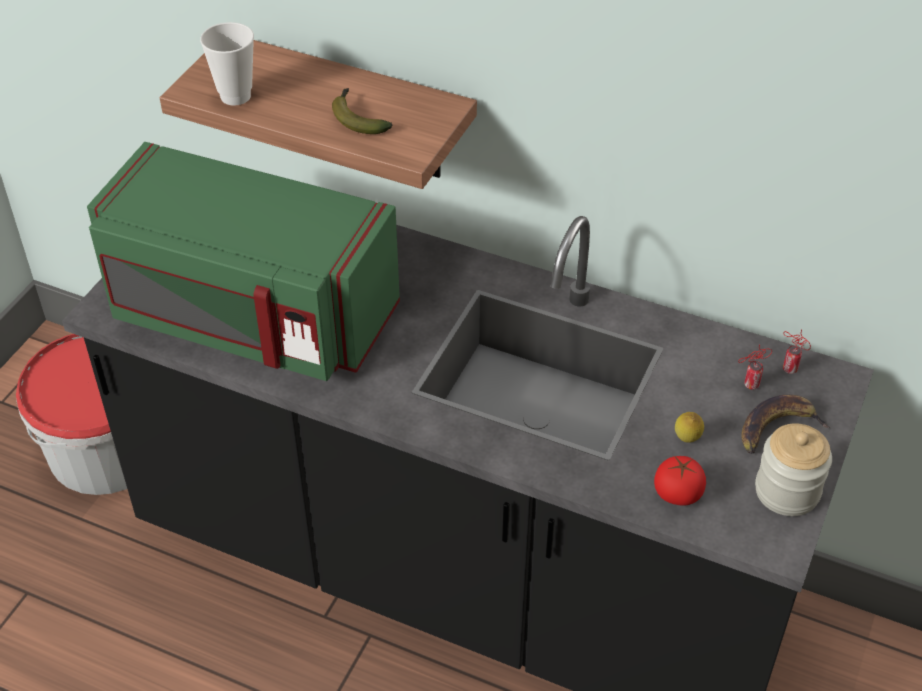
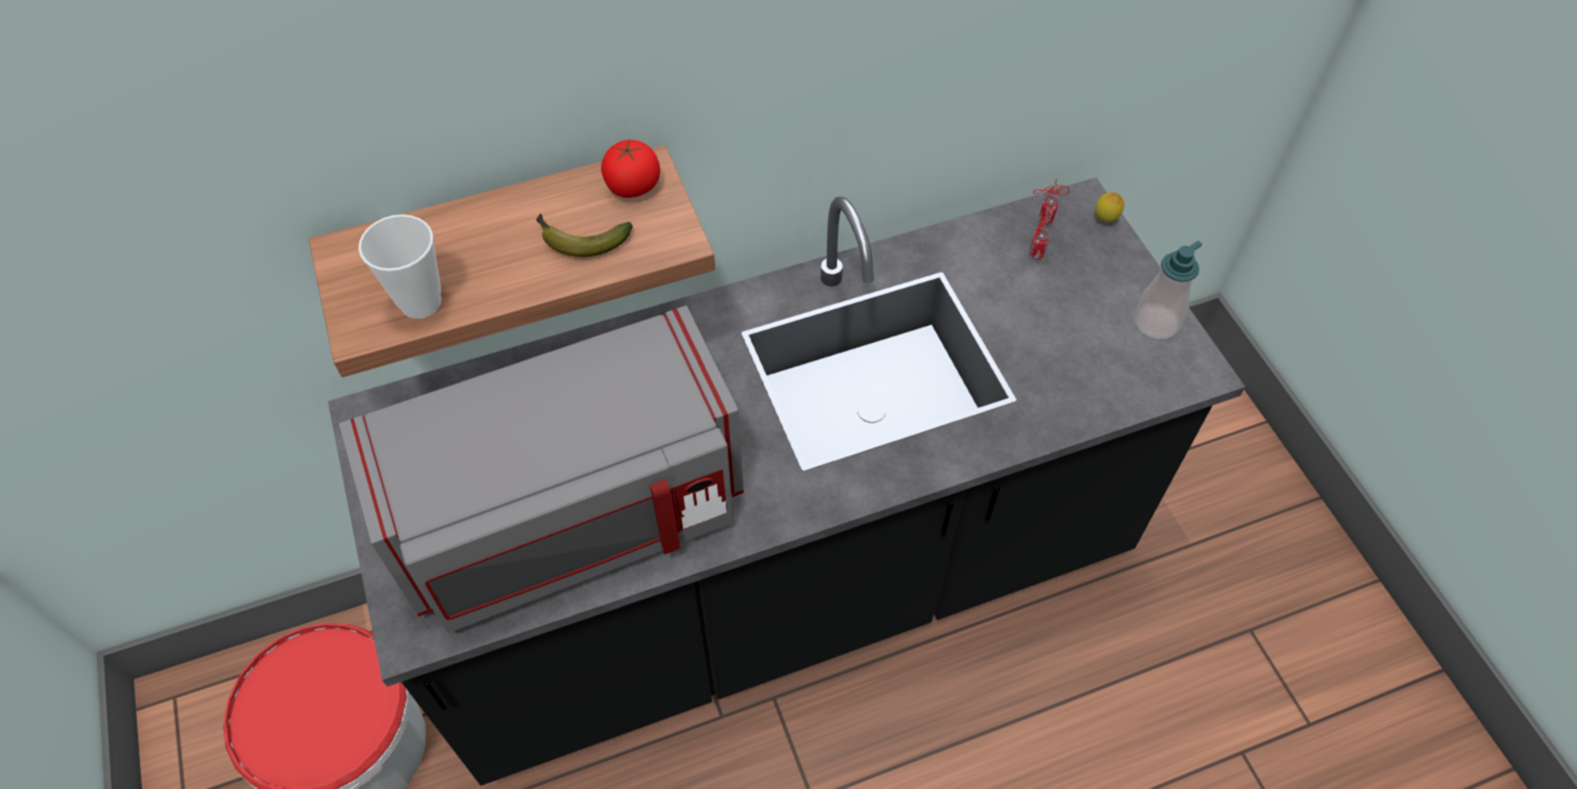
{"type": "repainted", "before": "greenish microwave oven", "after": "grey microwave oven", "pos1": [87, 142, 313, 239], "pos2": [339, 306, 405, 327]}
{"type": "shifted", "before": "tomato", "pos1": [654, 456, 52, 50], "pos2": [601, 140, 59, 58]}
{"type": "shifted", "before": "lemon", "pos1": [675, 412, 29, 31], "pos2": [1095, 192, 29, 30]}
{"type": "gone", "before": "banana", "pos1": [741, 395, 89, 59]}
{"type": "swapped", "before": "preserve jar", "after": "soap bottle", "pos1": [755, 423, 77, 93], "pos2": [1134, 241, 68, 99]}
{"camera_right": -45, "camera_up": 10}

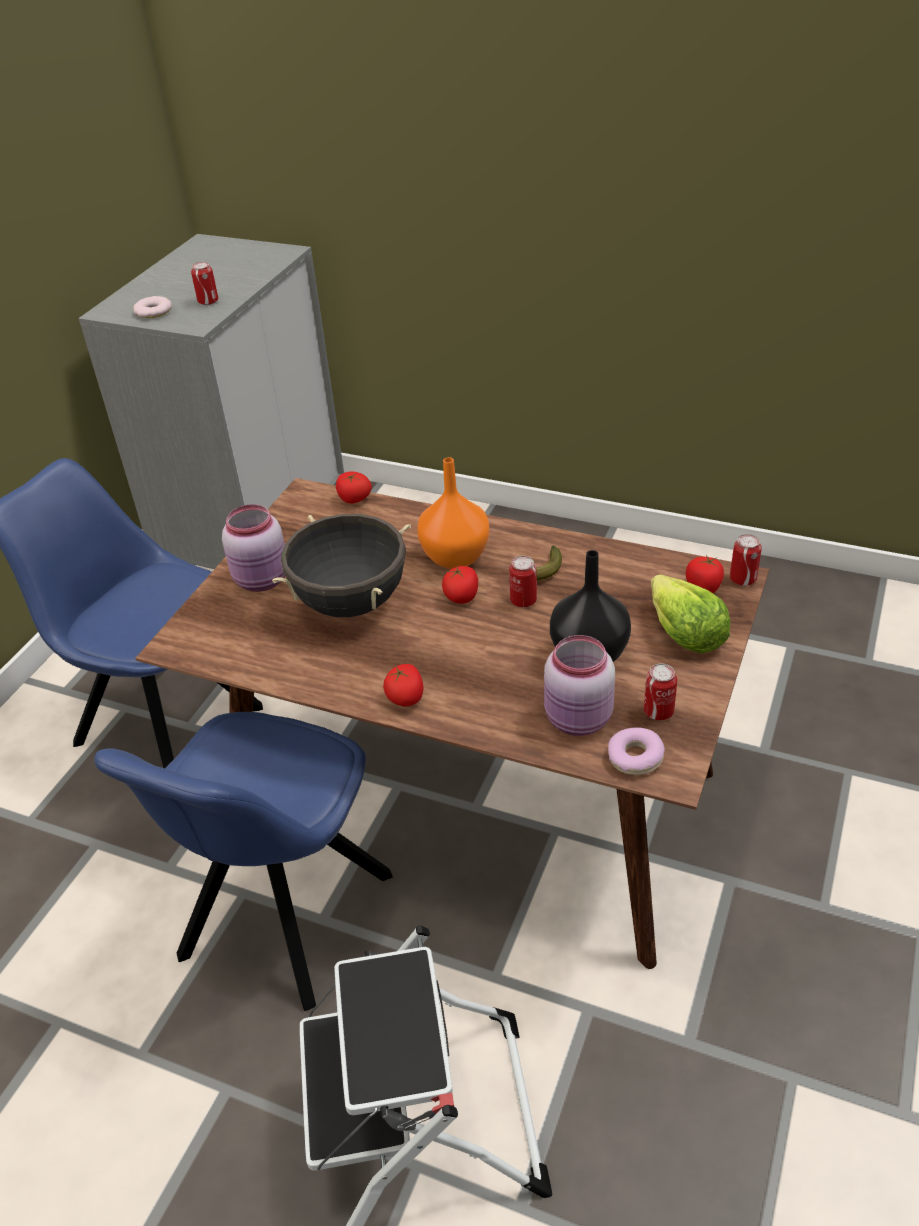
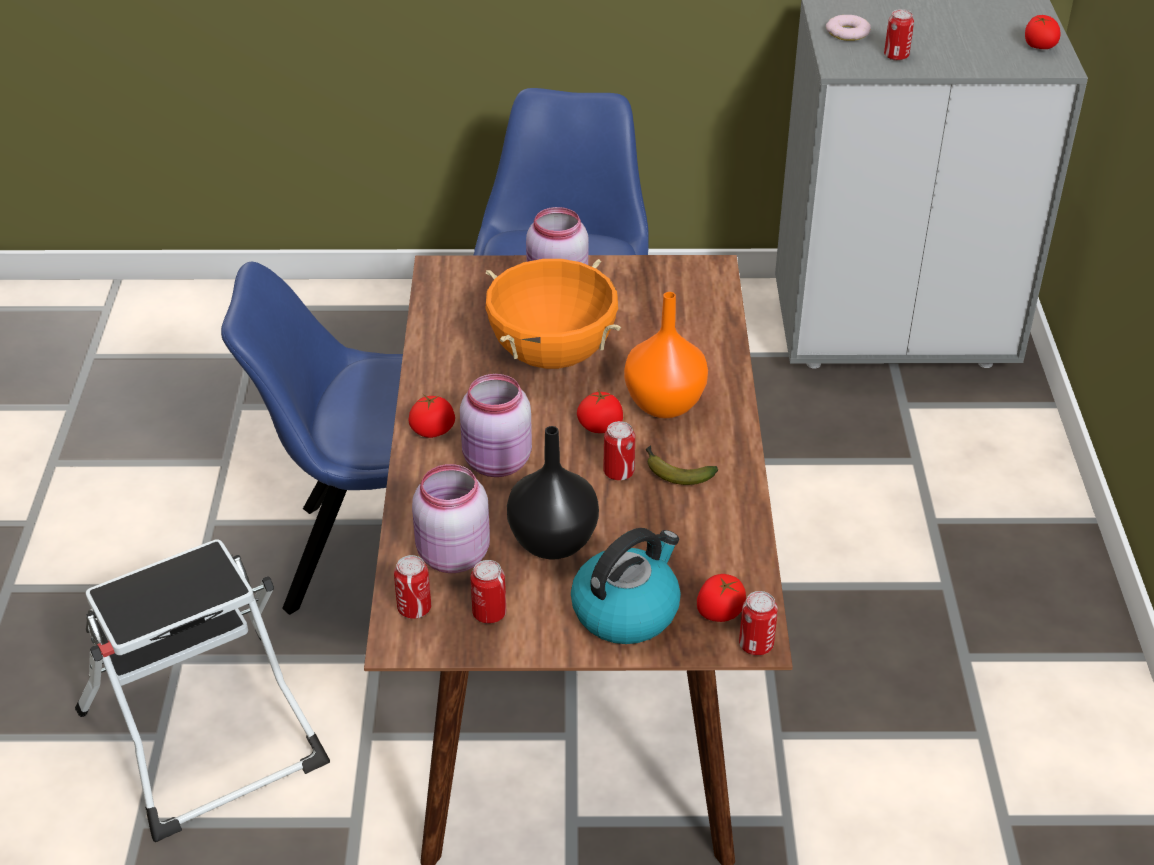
{"type": "repainted", "before": "black cooking pot", "after": "orange-coloured cooking pot", "pos1": [272, 514, 139, 103], "pos2": [485, 259, 136, 110]}
{"type": "shifted", "before": "tomato", "pos1": [336, 472, 36, 32], "pos2": [1025, 15, 35, 34]}
{"type": "swapped", "before": "doughnut", "after": "can", "pos1": [608, 727, 57, 48], "pos2": [394, 555, 37, 64]}
{"type": "swapped", "before": "lettuce head", "after": "water kettle", "pos1": [651, 574, 80, 79], "pos2": [571, 528, 110, 116]}
{"type": "new", "after": "pink preserve jar", "pos2": [460, 374, 72, 103]}
{"camera_right": 65, "camera_up": 0}

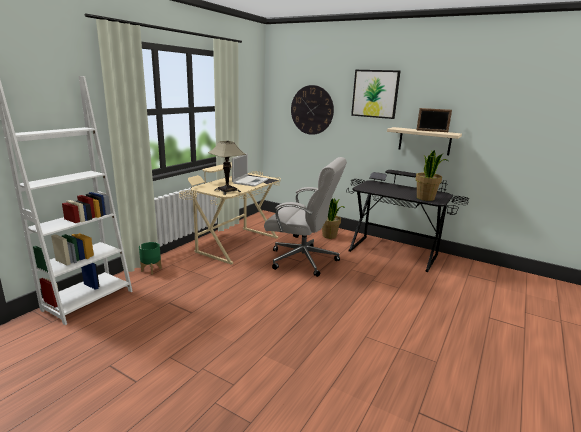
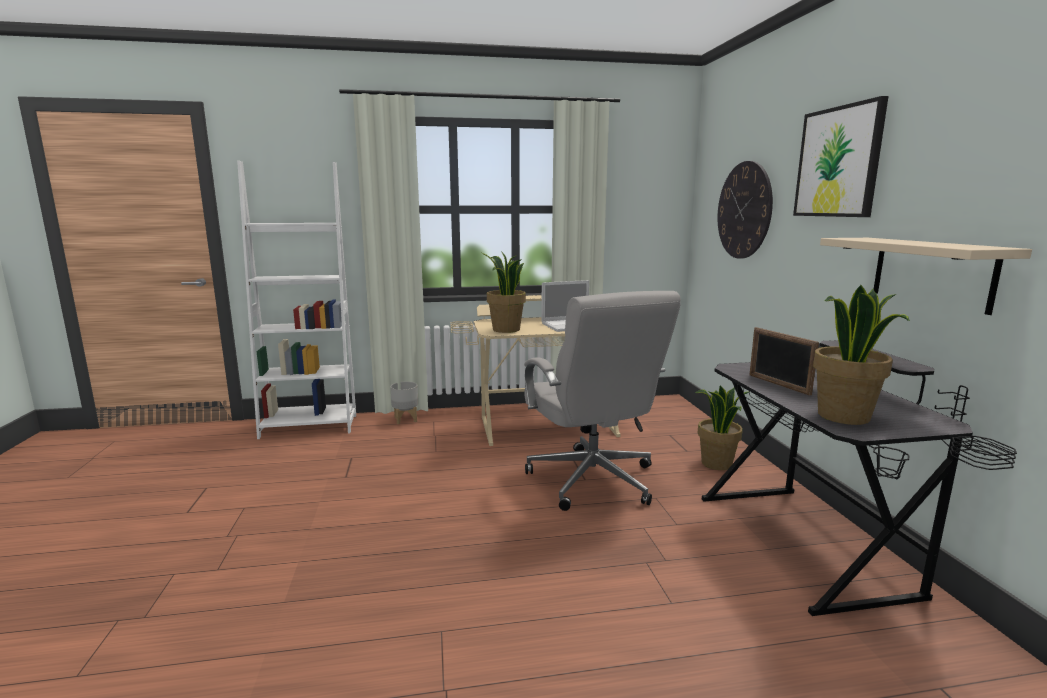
{"type": "repainted", "before": "greenish plant pot", "after": "grey plant pot", "pos1": [139, 242, 23, 32], "pos2": [390, 382, 28, 42]}
{"type": "swapped", "before": "lamp for a table", "after": "potted plant", "pos1": [208, 141, 38, 54], "pos2": [482, 251, 44, 82]}
{"type": "shifted", "before": "picture frame", "pos1": [416, 108, 36, 24], "pos2": [749, 327, 70, 69]}
{"camera_right": 50, "camera_up": -5}

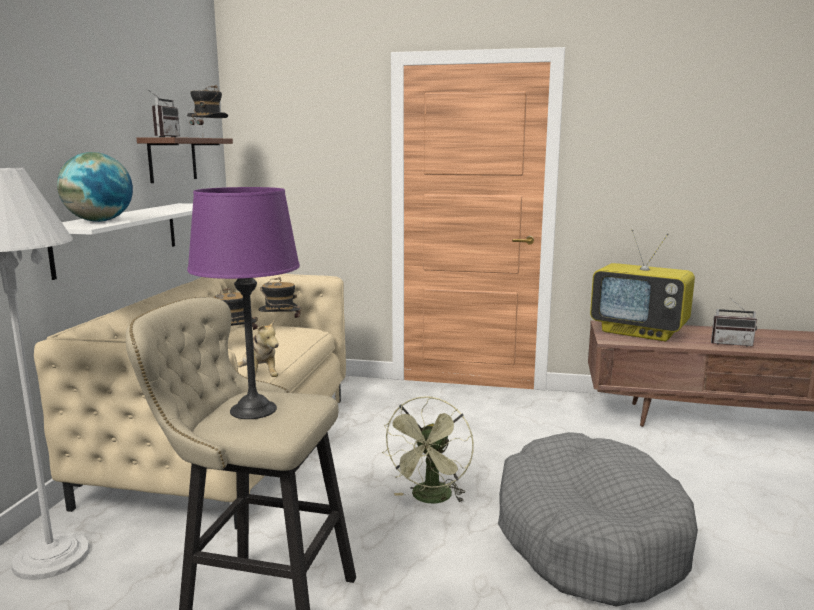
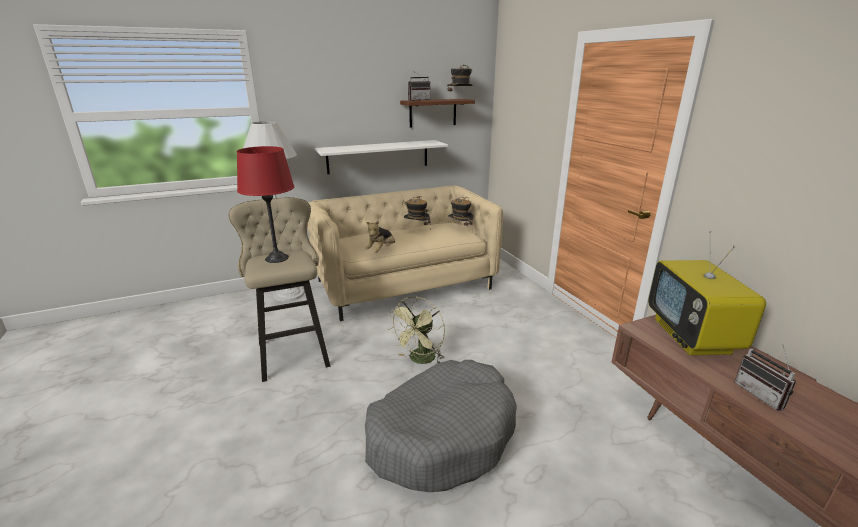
{"type": "gone", "before": "world globe", "pos1": [57, 152, 76, 70]}
{"type": "repainted", "before": "purple lamp for a table", "after": "red lamp for a table", "pos1": [187, 187, 113, 232], "pos2": [237, 146, 57, 117]}
{"type": "rotated", "before": "greenish electric fan", "pos1": [382, 397, 92, 107], "pos2": [388, 296, 57, 68], "turn": -45}
{"camera_right": 55, "camera_up": 10}

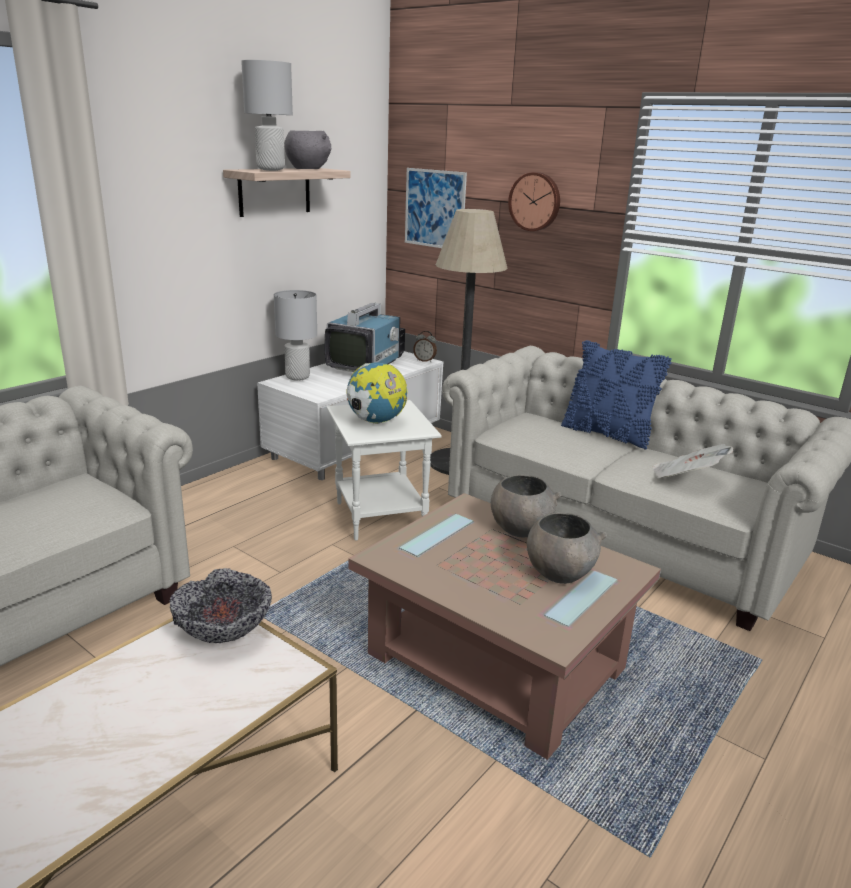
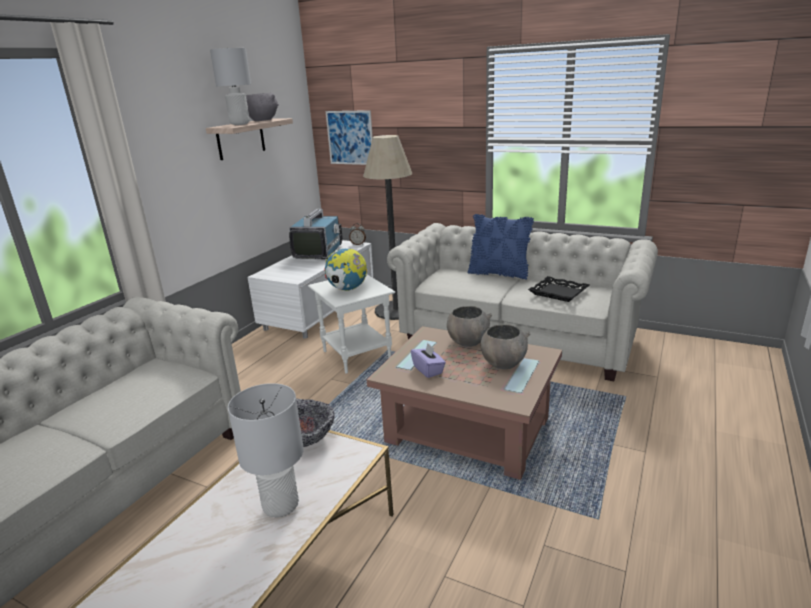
{"type": "shifted", "before": "grey lamp for a table", "pos1": [274, 290, 43, 91], "pos2": [228, 383, 76, 135]}
{"type": "gone", "before": "wall clock", "pos1": [508, 172, 52, 59]}
{"type": "swapped", "before": "daily paper", "after": "black serving tray", "pos1": [653, 444, 80, 34], "pos2": [528, 276, 62, 26]}
{"type": "new", "after": "purple tissue holder", "pos2": [411, 343, 35, 35]}
{"camera_right": -10, "camera_up": 0}

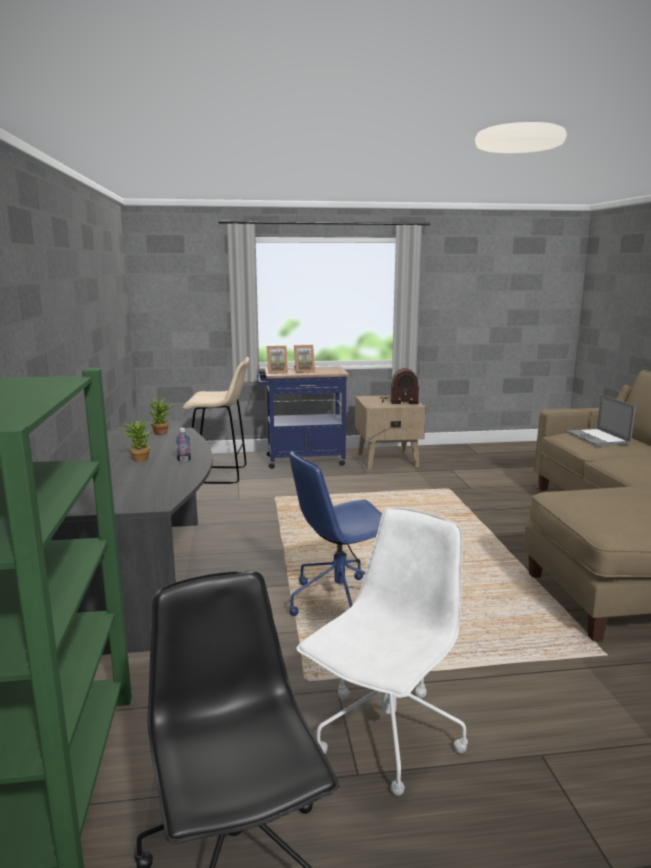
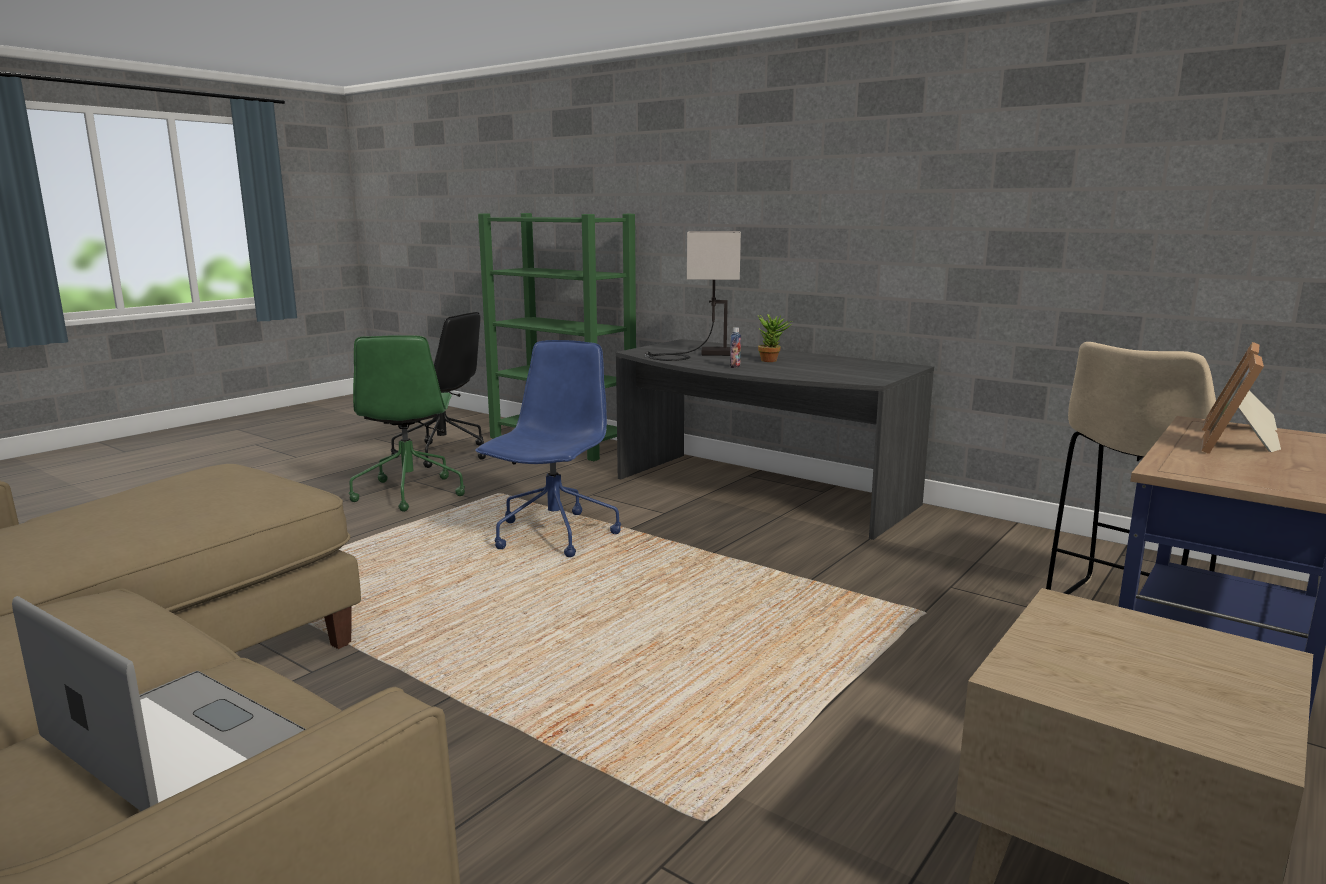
{"type": "gone", "before": "potted plant", "pos1": [146, 398, 29, 37]}
{"type": "repainted", "before": "white-coloured computer chair", "after": "greenish computer chair", "pos1": [296, 507, 172, 289], "pos2": [349, 335, 116, 177]}
{"type": "gone", "before": "radio receiver", "pos1": [380, 368, 39, 36]}
{"type": "new", "after": "lamp for a table", "pos2": [644, 231, 97, 130]}
{"camera_right": 135, "camera_up": 0}

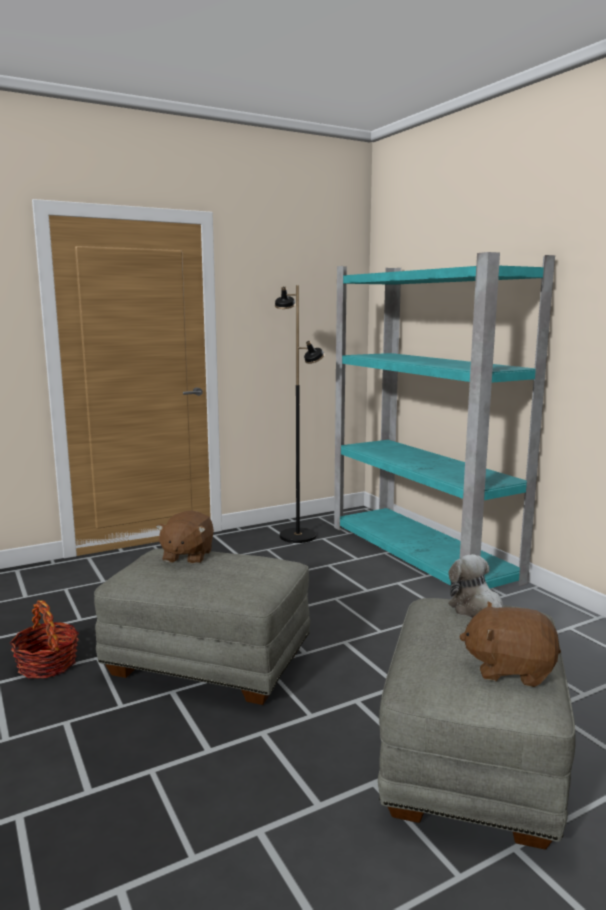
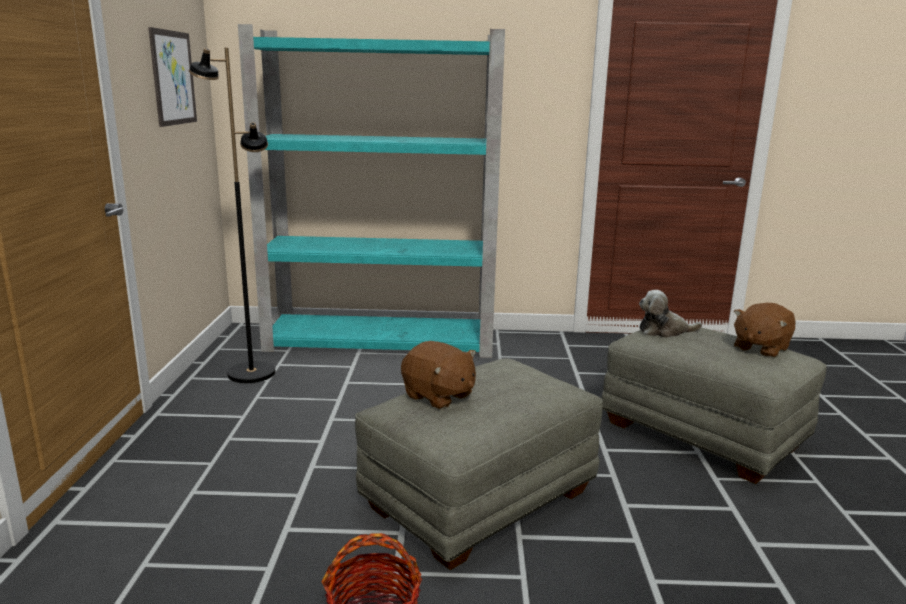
{"type": "new", "after": "wall picture", "pos2": [148, 27, 49, 100]}
{"camera_right": -60, "camera_up": 5}

